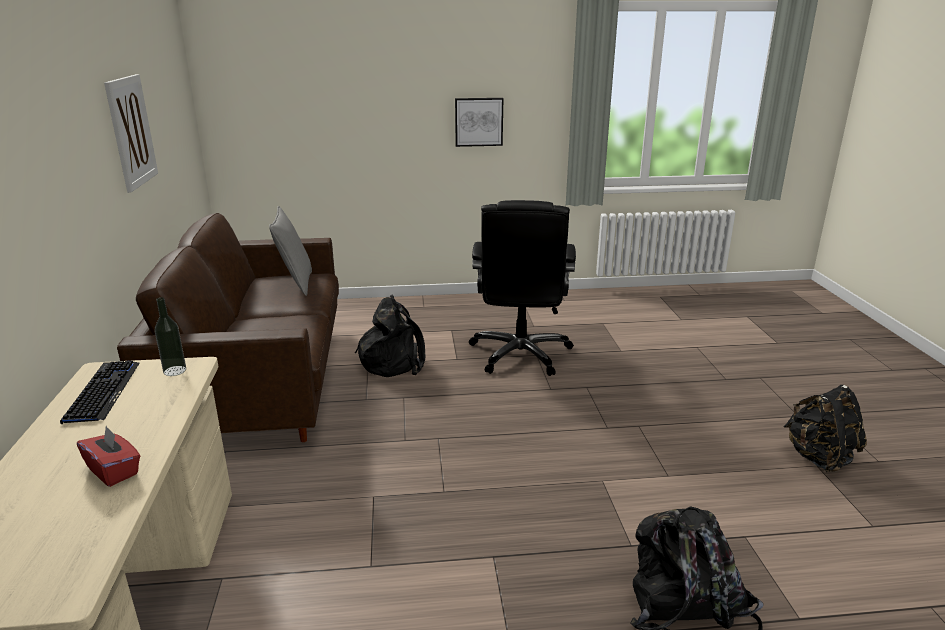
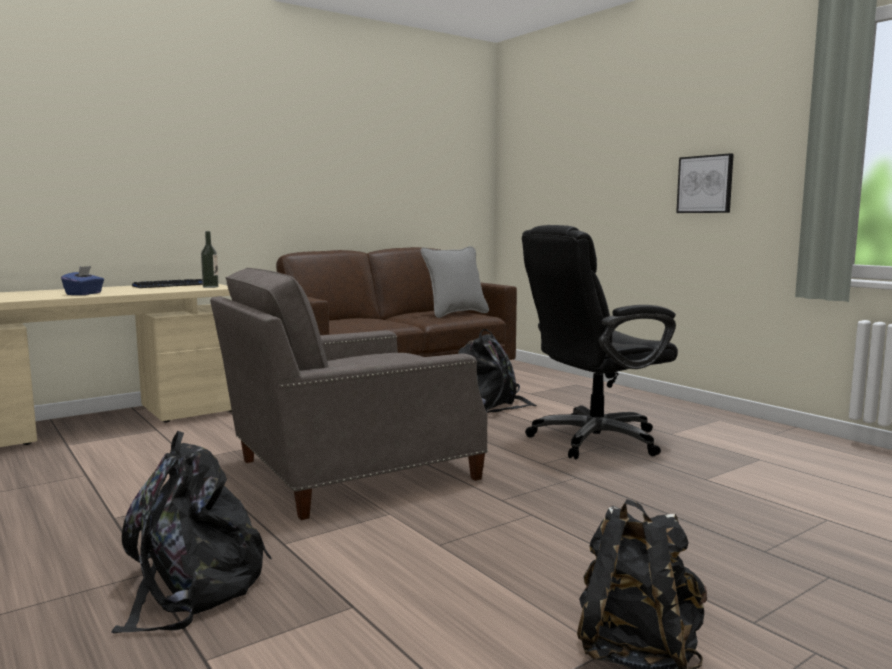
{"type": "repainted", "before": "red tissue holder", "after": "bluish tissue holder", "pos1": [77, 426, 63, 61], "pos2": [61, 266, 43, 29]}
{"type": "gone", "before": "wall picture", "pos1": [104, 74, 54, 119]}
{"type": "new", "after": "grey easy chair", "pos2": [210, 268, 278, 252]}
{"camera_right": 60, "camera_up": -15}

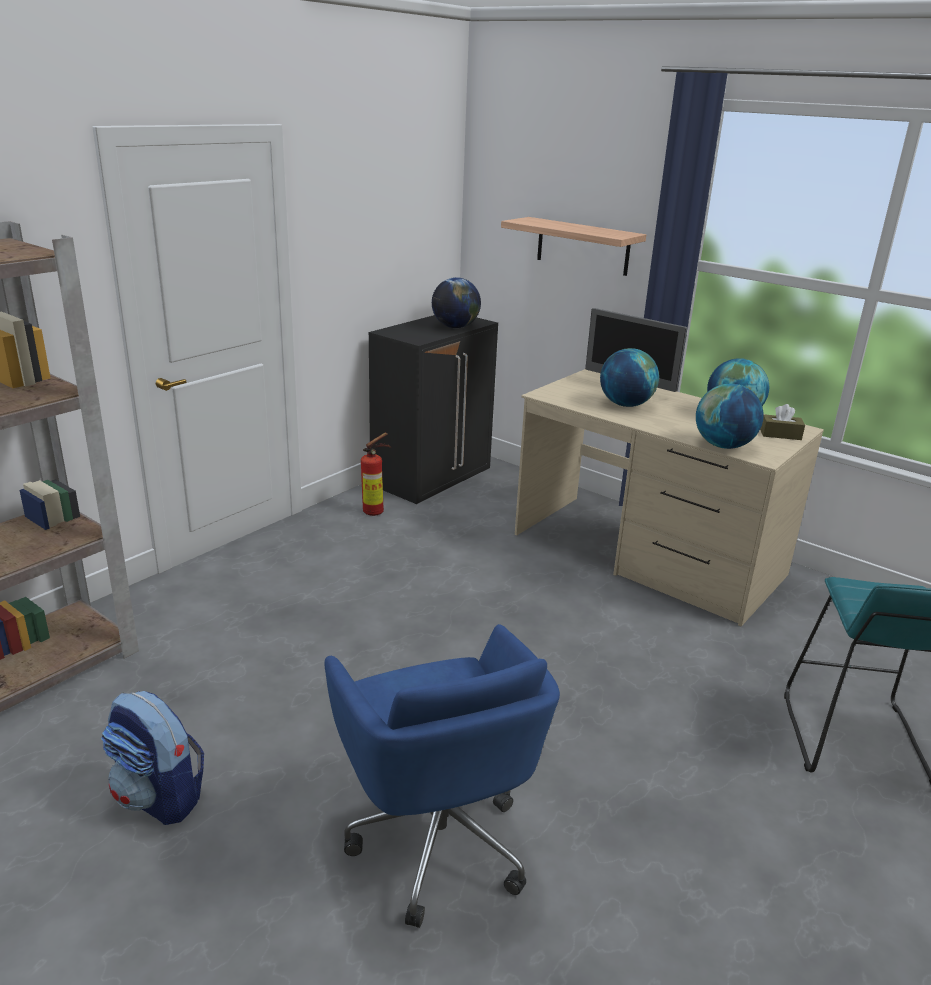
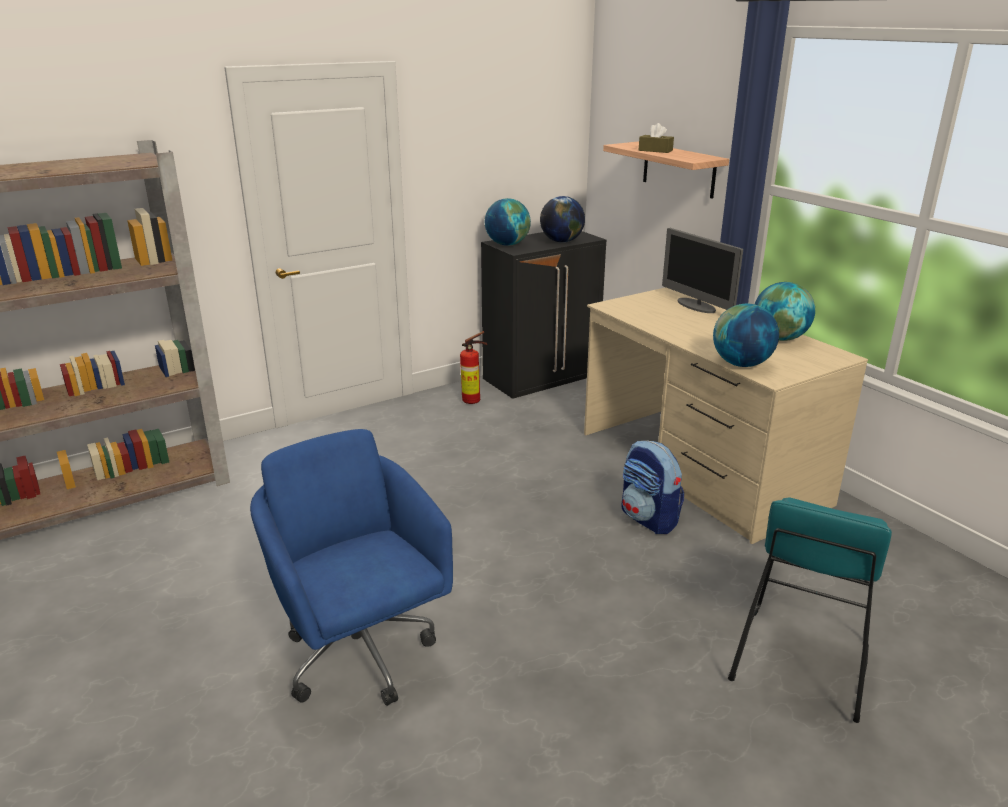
{"type": "shifted", "before": "knapsack", "pos1": [101, 691, 103, 134], "pos2": [621, 440, 63, 94]}
{"type": "rotated", "before": "bluish computer chair", "pos1": [325, 624, 235, 304], "pos2": [250, 429, 203, 277], "turn": 150}
{"type": "shifted", "before": "world globe", "pos1": [600, 348, 59, 59], "pos2": [485, 198, 46, 48]}
{"type": "shifted", "before": "brownish tissue holder", "pos1": [760, 404, 45, 36], "pos2": [639, 123, 35, 30]}
{"camera_right": 20, "camera_up": 0}

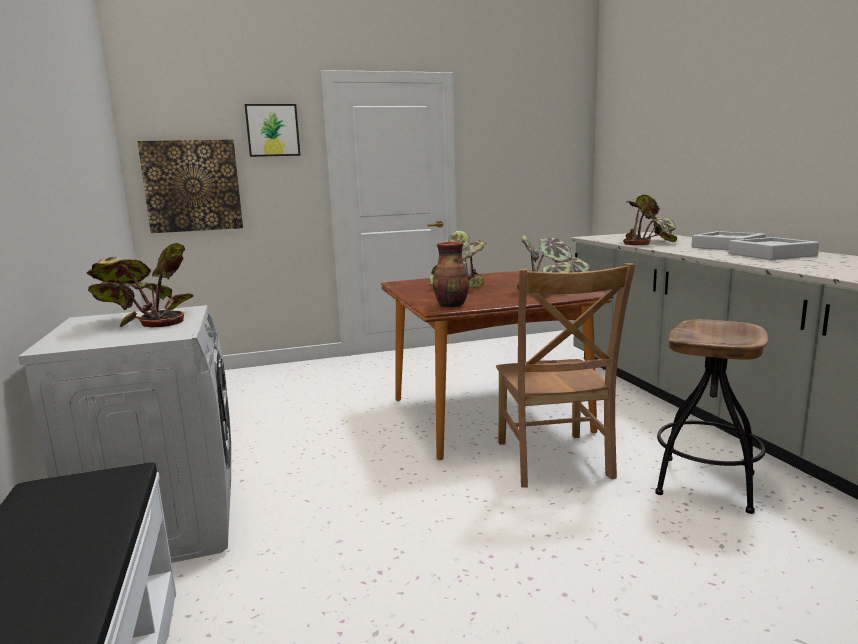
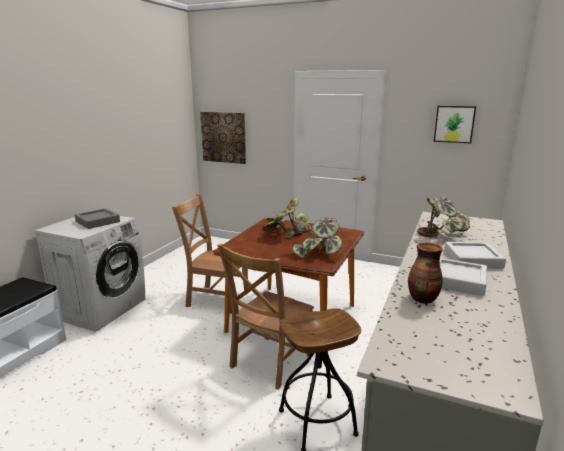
{"type": "swapped", "before": "potted plant", "after": "grey serving tray", "pos1": [87, 242, 107, 86], "pos2": [75, 208, 45, 21]}
{"type": "shifted", "before": "wall picture", "pos1": [245, 104, 55, 53], "pos2": [434, 106, 42, 37]}
{"type": "shifted", "before": "flower vase", "pos1": [433, 242, 36, 65], "pos2": [408, 242, 35, 62]}
{"type": "new", "after": "brownish chair", "pos2": [172, 194, 76, 120]}
{"camera_right": 40, "camera_up": 5}

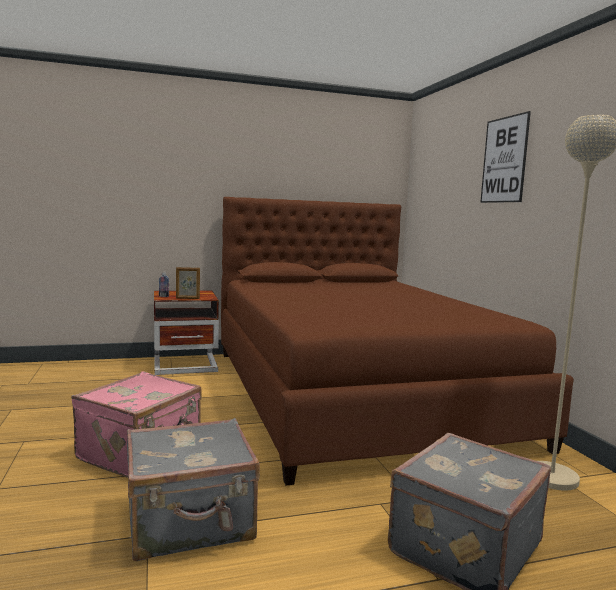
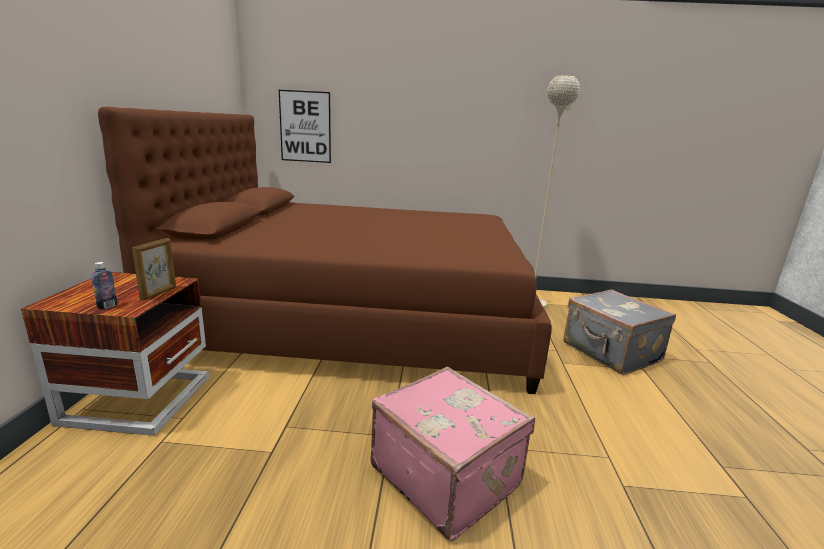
{"type": "gone", "before": "grey suitcase", "pos1": [127, 418, 133, 143]}
{"type": "shifted", "before": "wall picture", "pos1": [480, 111, 51, 92], "pos2": [279, 90, 52, 73]}
{"camera_right": -70, "camera_up": 10}

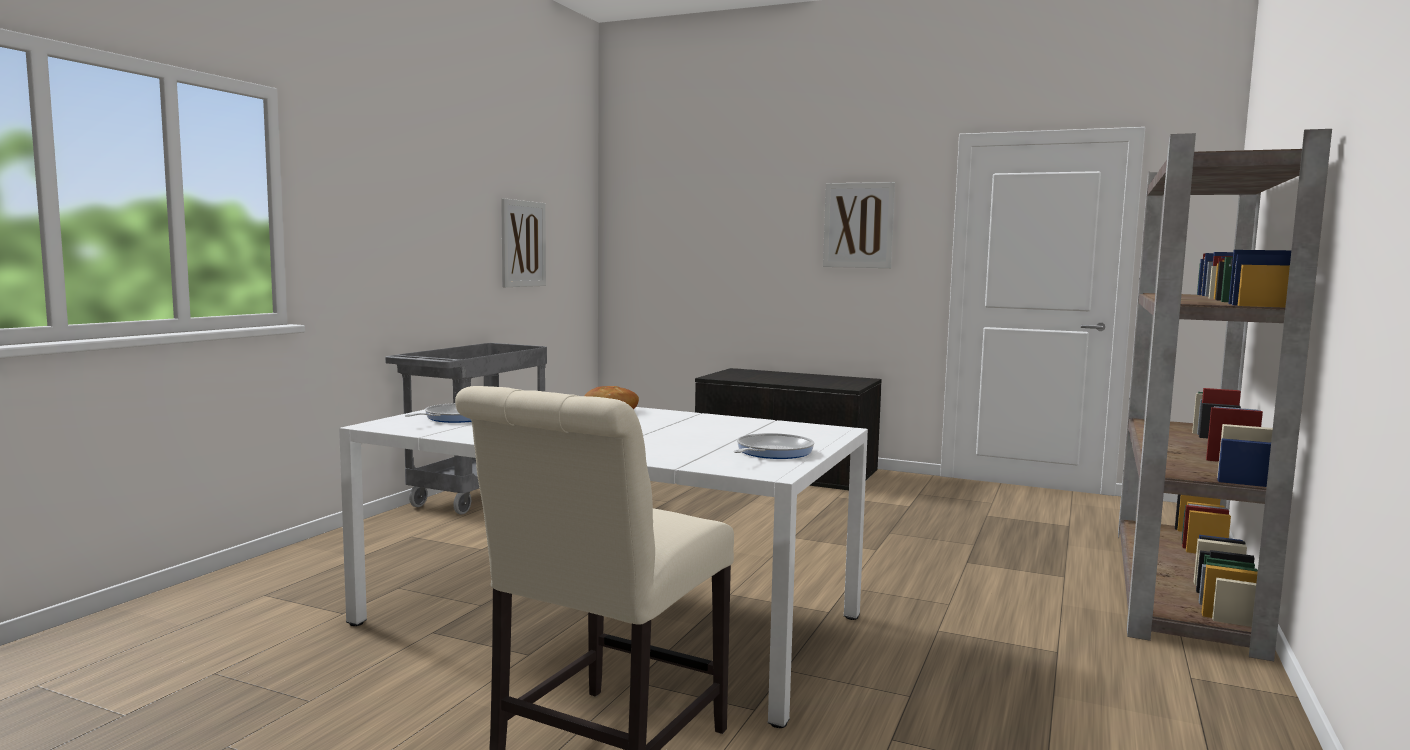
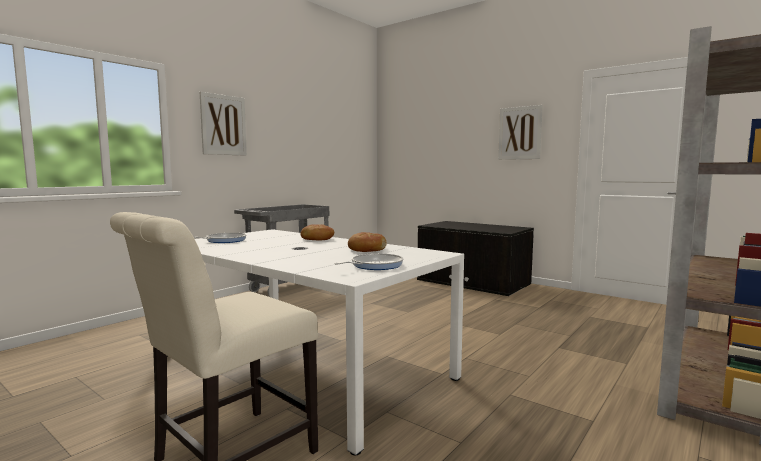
{"type": "shifted", "before": "wall picture", "pos1": [501, 198, 45, 89], "pos2": [200, 92, 47, 64]}
{"type": "new", "after": "bread", "pos2": [348, 232, 39, 20]}
{"camera_right": 15, "camera_up": 0}

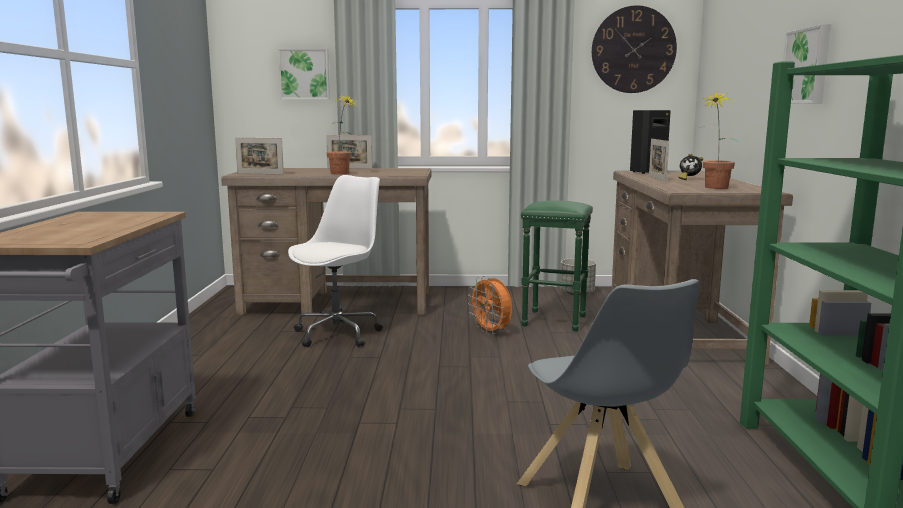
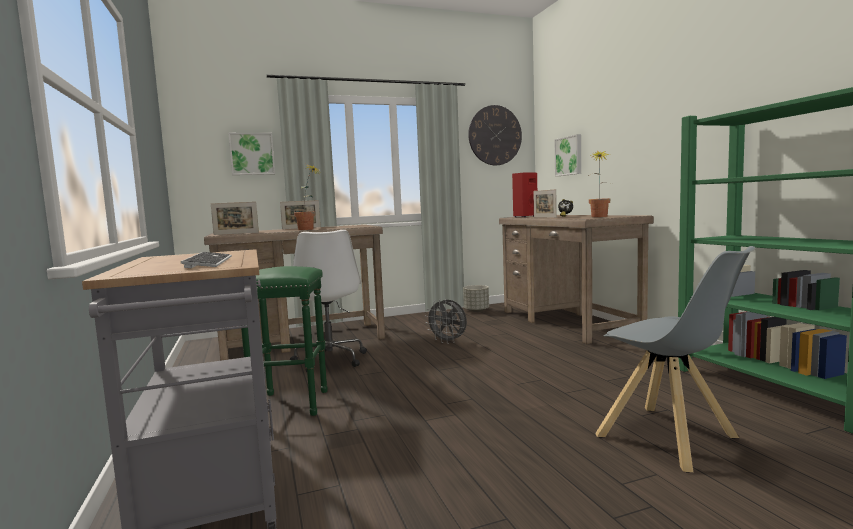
{"type": "rotated", "before": "white-coloured computer chair", "pos1": [288, 175, 95, 172], "pos2": [290, 230, 77, 142], "turn": 150}
{"type": "repainted", "before": "orange-coloured electric fan", "after": "grey electric fan", "pos1": [468, 276, 44, 59], "pos2": [425, 299, 42, 45]}
{"type": "shifted", "before": "greenish sitting stool", "pos1": [521, 200, 72, 132], "pos2": [241, 266, 87, 150]}
{"type": "repainted", "before": "black audio speaker", "after": "red audio speaker", "pos1": [630, 110, 41, 64], "pos2": [512, 172, 25, 45]}
{"type": "shifted", "before": "wall picture", "pos1": [783, 24, 48, 80], "pos2": [555, 134, 26, 42]}
{"type": "new", "after": "PC keyboard", "pos2": [181, 252, 51, 16]}
{"camera_right": -20, "camera_up": -5}

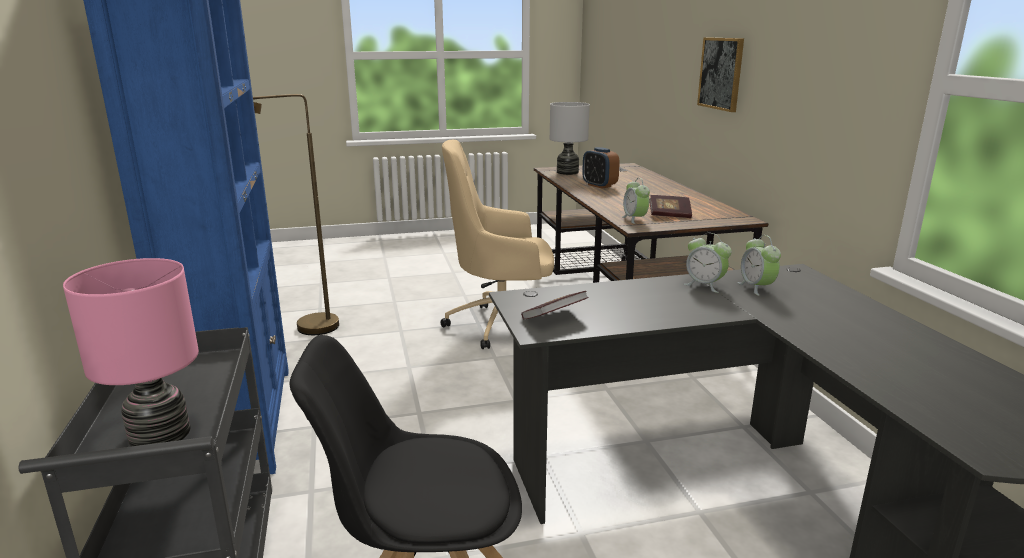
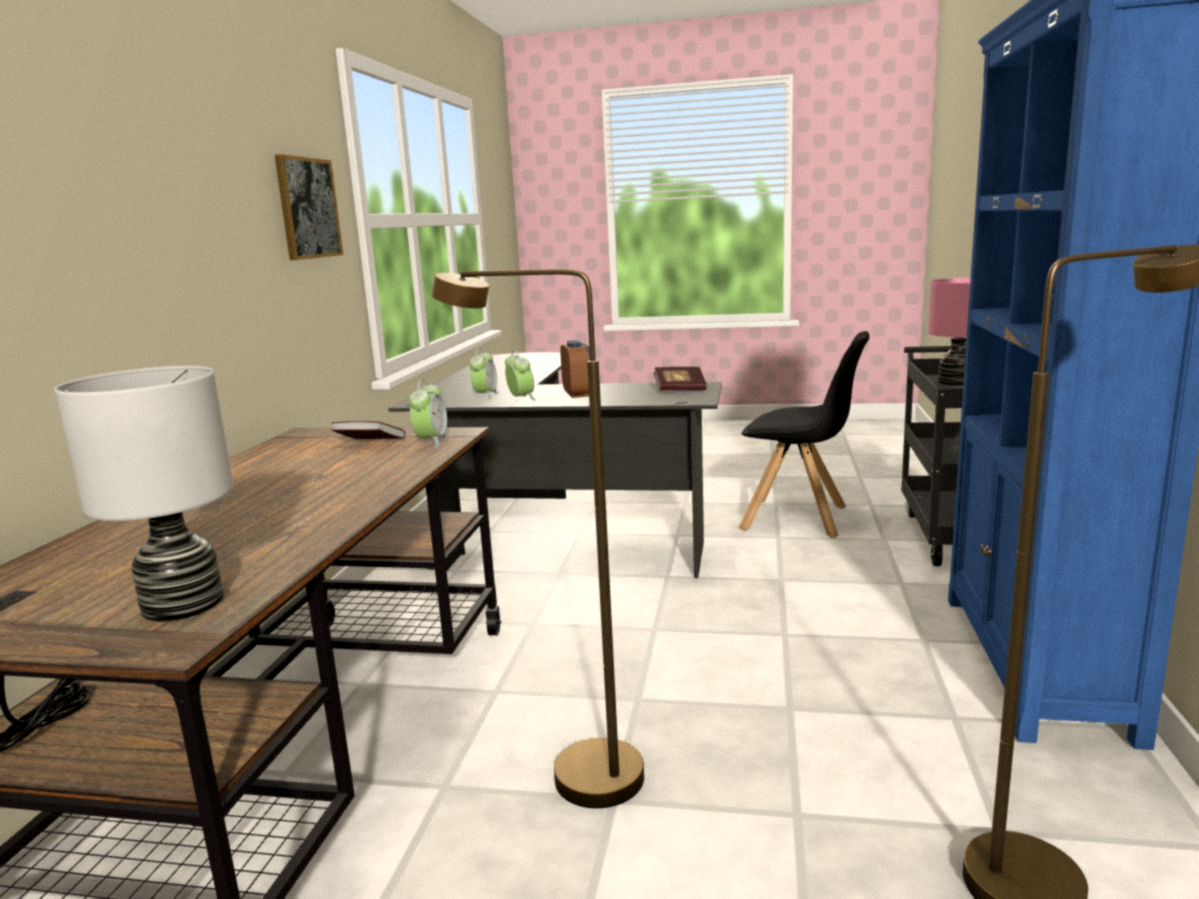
{"type": "swapped", "before": "beige-coloured computer chair", "after": "brownish standing lamp", "pos1": [440, 140, 114, 209], "pos2": [432, 269, 212, 539]}
{"type": "shifted", "before": "bedside clock", "pos1": [582, 147, 38, 42], "pos2": [560, 340, 30, 58]}
{"type": "shifted", "before": "wall picture", "pos1": [697, 37, 47, 75], "pos2": [275, 154, 68, 106]}
{"camera_right": -155, "camera_up": -5}

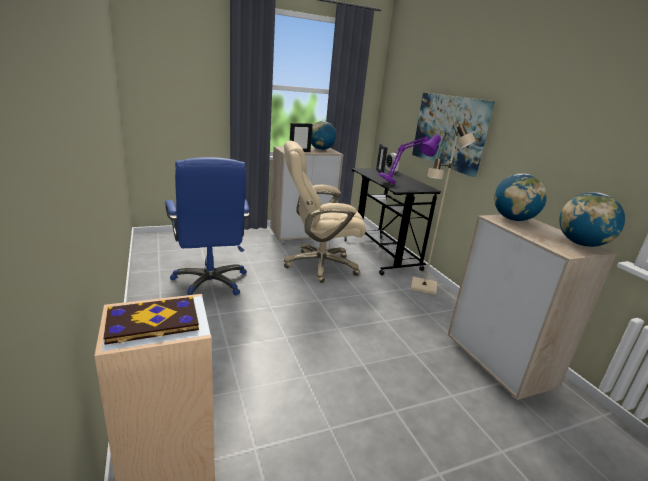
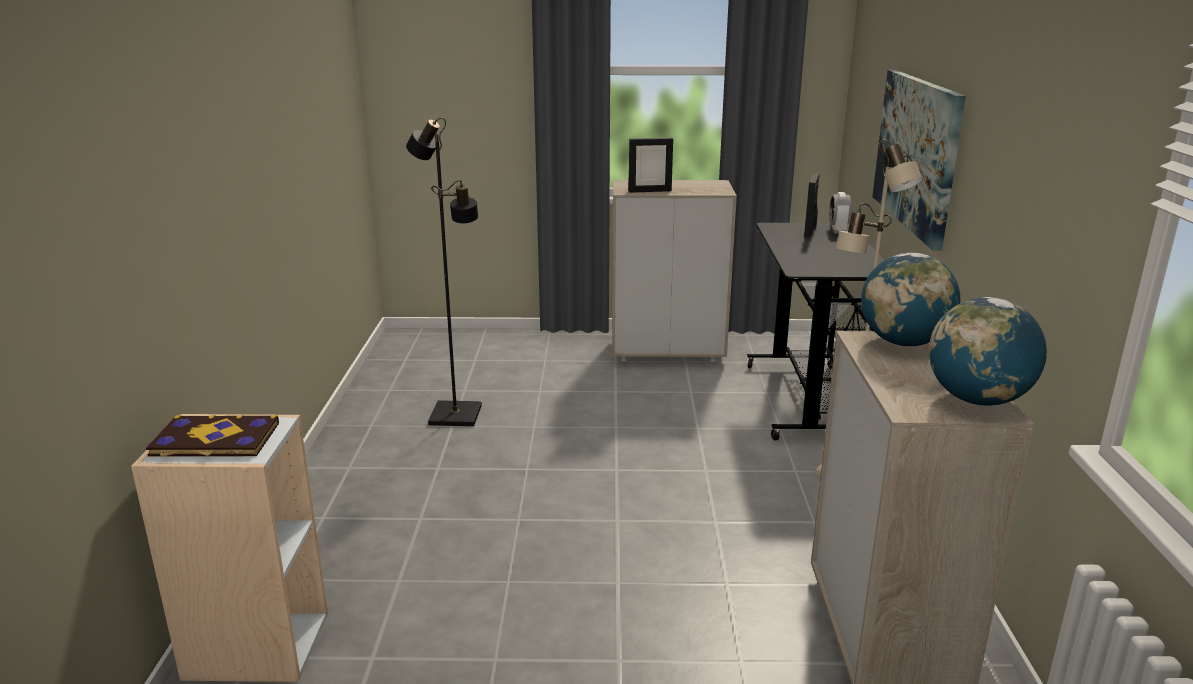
{"type": "swapped", "before": "bluish computer chair", "after": "black standing lamp", "pos1": [165, 157, 84, 139], "pos2": [406, 118, 76, 308]}
{"type": "gone", "before": "beige-coloured computer chair", "pos1": [284, 141, 82, 142]}
{"type": "gone", "before": "world globe", "pos1": [311, 121, 25, 29]}
{"type": "gone", "before": "purple lamp for a table", "pos1": [378, 135, 63, 49]}
{"camera_right": 25, "camera_up": 0}

